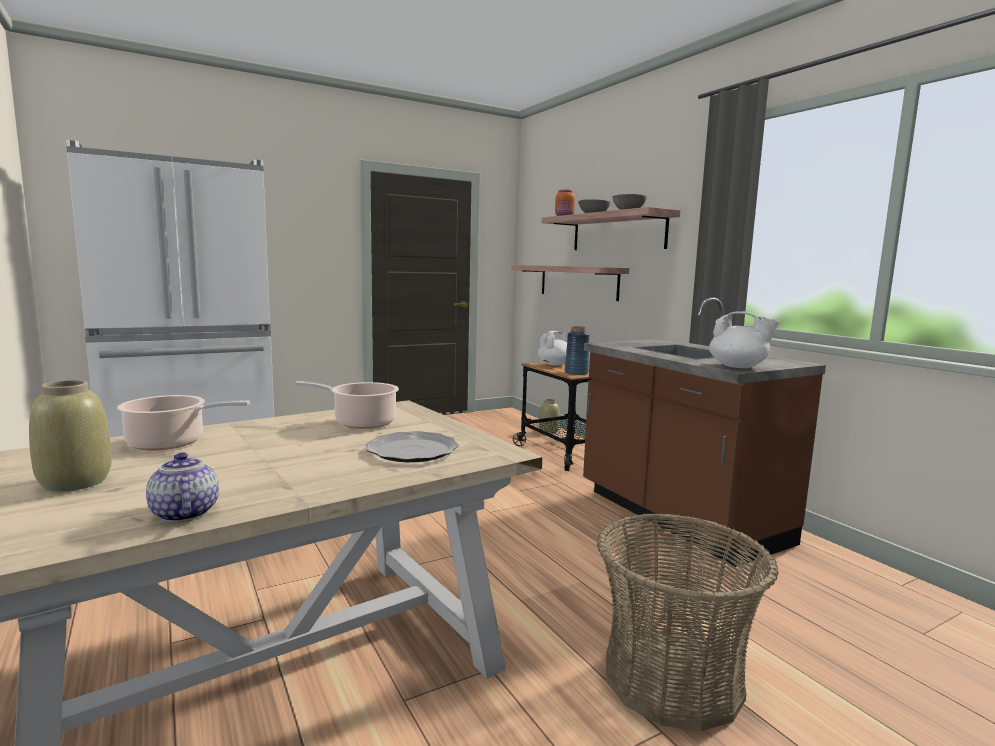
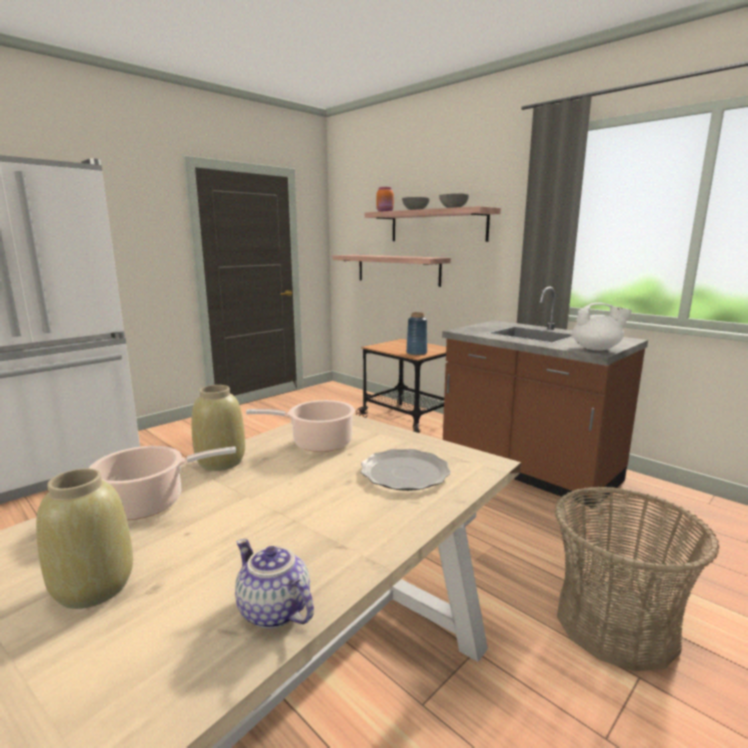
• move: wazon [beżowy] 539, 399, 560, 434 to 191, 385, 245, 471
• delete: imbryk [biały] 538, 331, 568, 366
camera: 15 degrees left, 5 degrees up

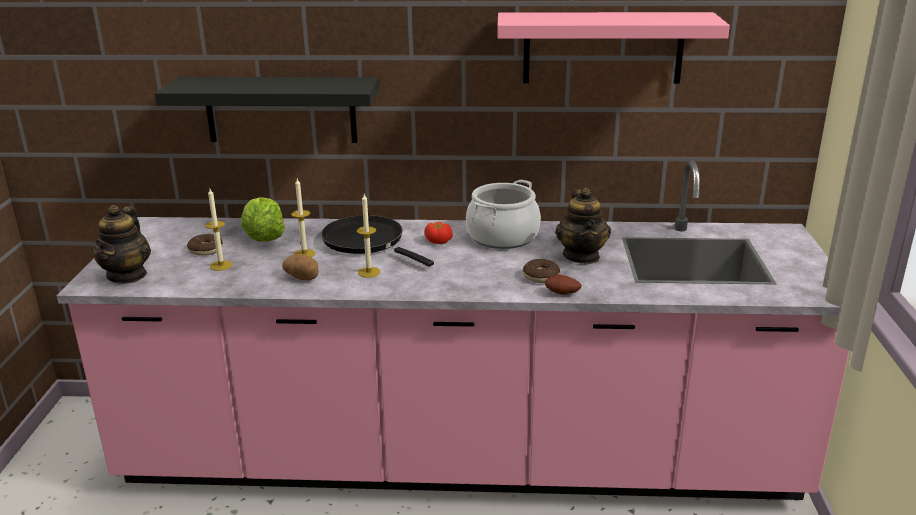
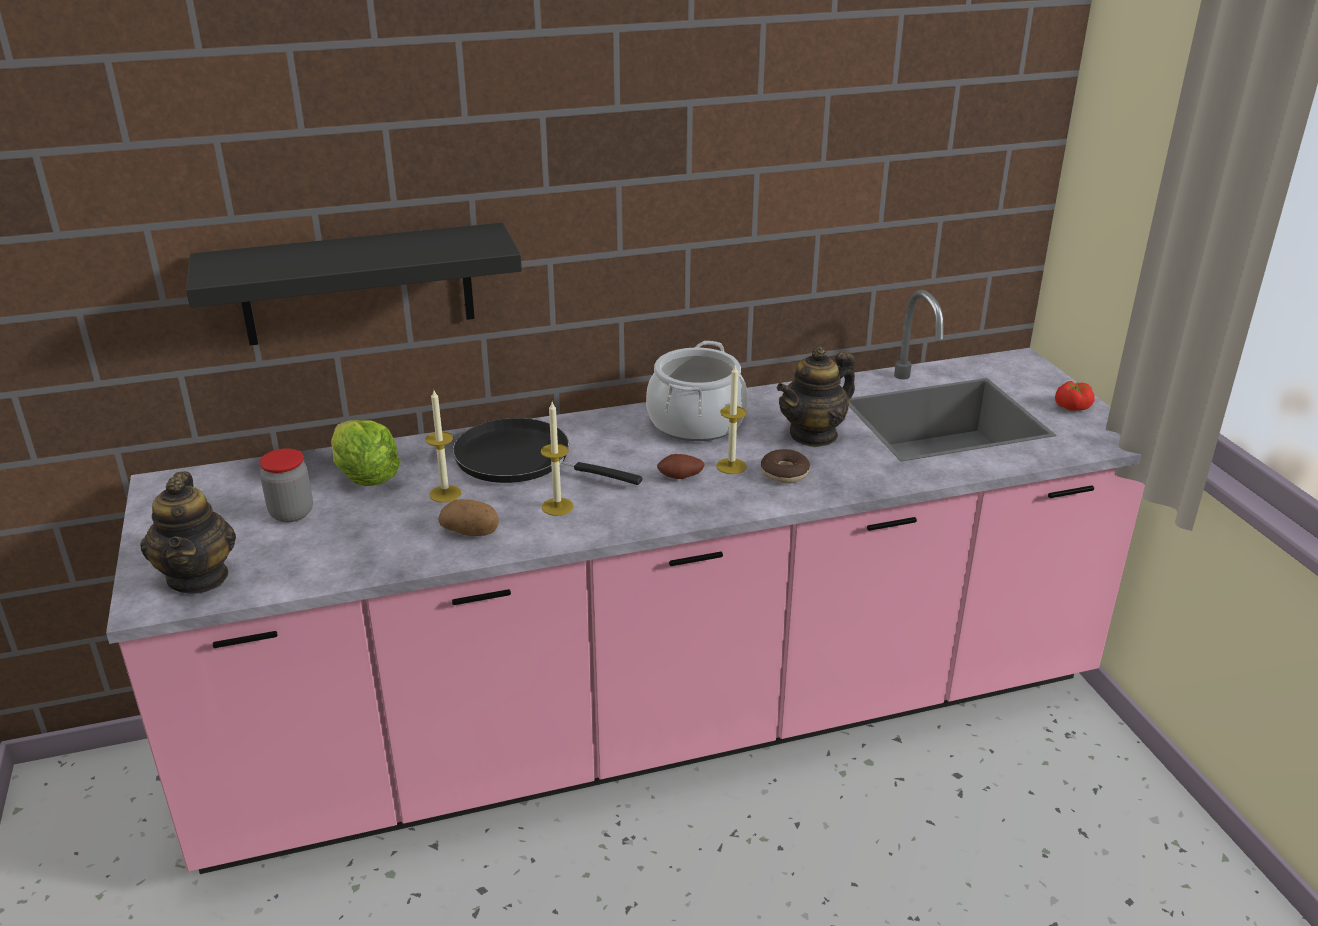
• replace: donut 187, 234, 223, 256 to słoik 259, 448, 313, 522
• move: ziemniak 544, 275, 582, 295 to 657, 454, 705, 479
• move: świeca 205, 189, 233, 271 to 716, 365, 747, 474
• rotate: imbryk 555, 188, 611, 264 = 777, 346, 855, 447 75 degrees clockwise
• move: pomidor 424, 222, 453, 244 to 1055, 381, 1095, 411
• delete: półka [różowy] 497, 12, 730, 84
camera: 20 degrees left, 5 degrees up

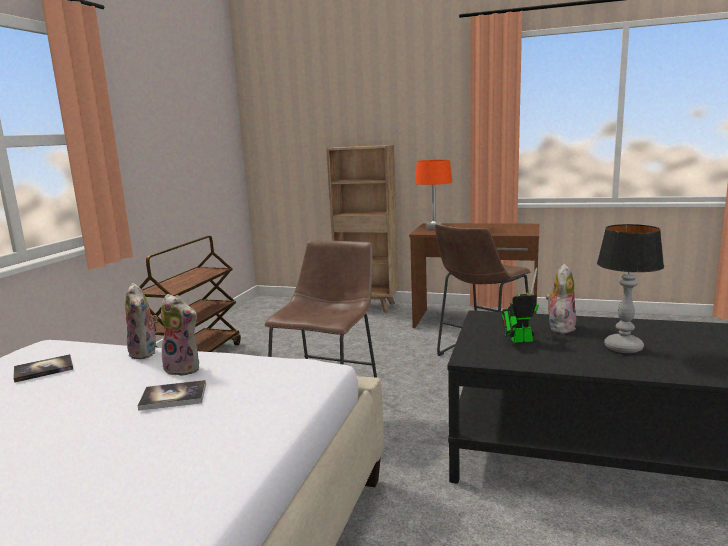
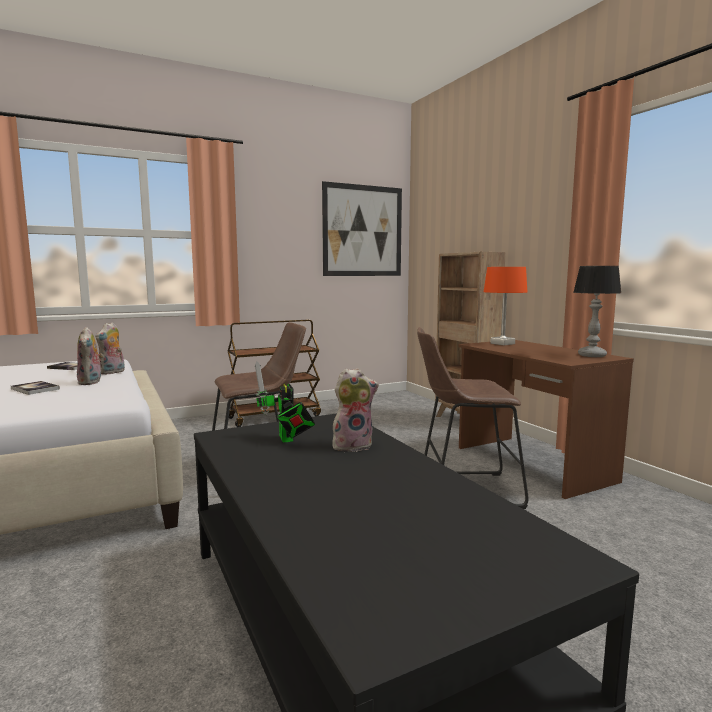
• rotate: robot zabawkowy 502, 267, 539, 343 = 255, 362, 315, 443 150 degrees counterclockwise
• insert: obraz 322, 181, 402, 276
• move: lampa stołowa 597, 224, 664, 353 to 573, 266, 621, 357
camera: 45 degrees right, 5 degrees down

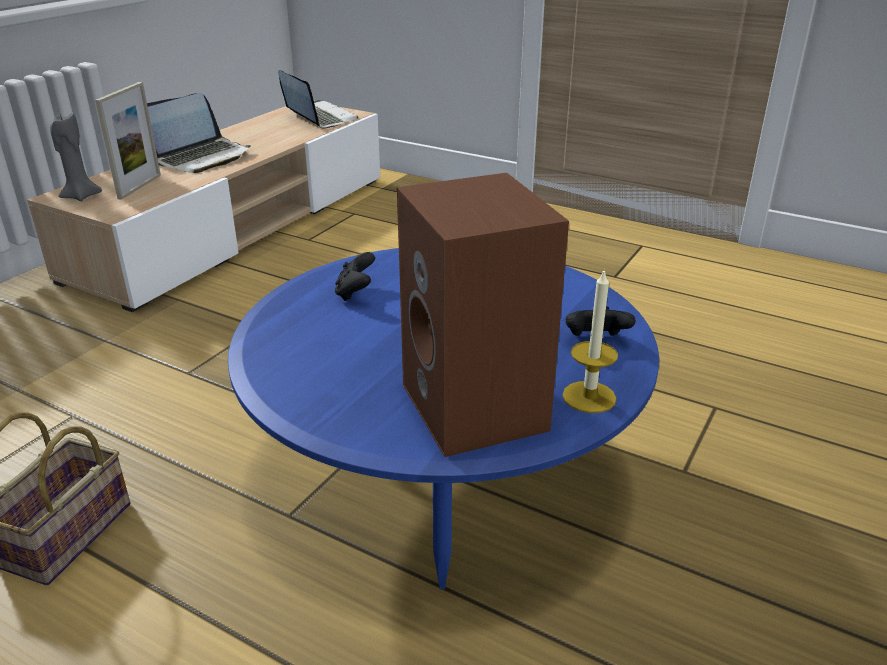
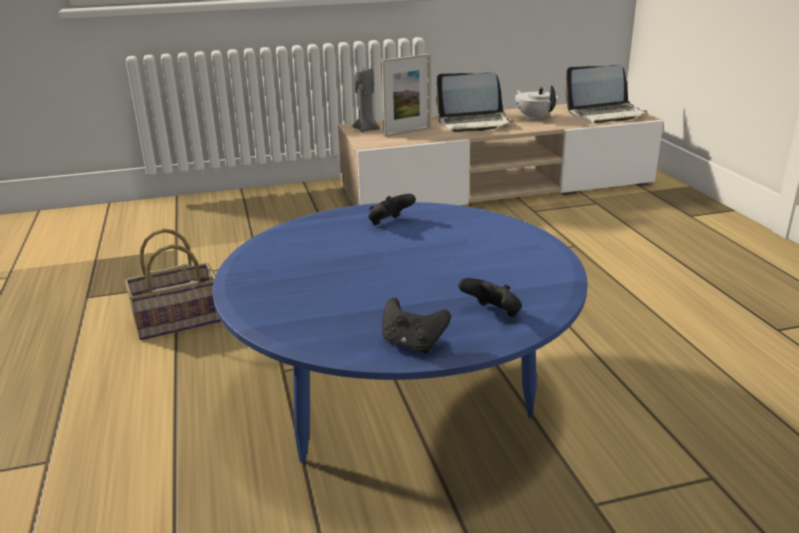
• replace: świeca 562, 268, 618, 413 to pad do gier [czarny] 382, 298, 451, 354
• insert: imbryk [biały] 515, 85, 558, 120
• rotate: laptop 278, 70, 358, 129 = 565, 65, 647, 123 75 degrees clockwise
• delete: głośnik [brązowy] 397, 173, 569, 457
camera: 45 degrees right, 5 degrees down

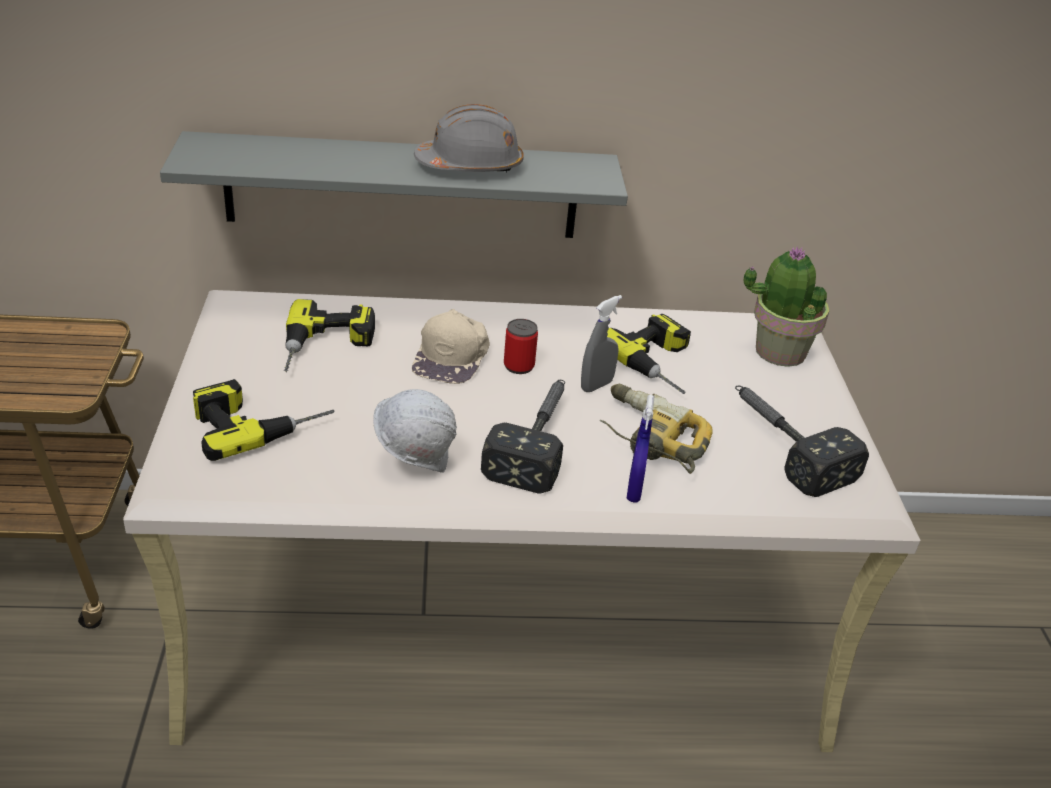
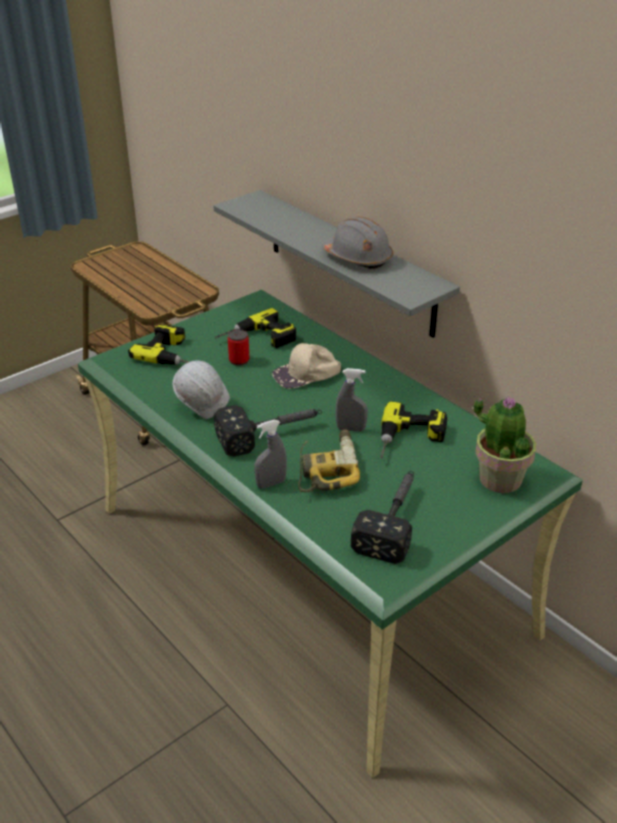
• recolor: biurko [beżowy] 123, 290, 921, 752 to biurko [zielony] 78, 290, 583, 778
• move: puszka 504, 319, 538, 374 to 228, 329, 250, 366
• recolor: spryskiwacz [niebieski] 626, 395, 654, 503 to spryskiwacz [szary] 255, 420, 287, 489
camera: 55 degrees right, 0 degrees up

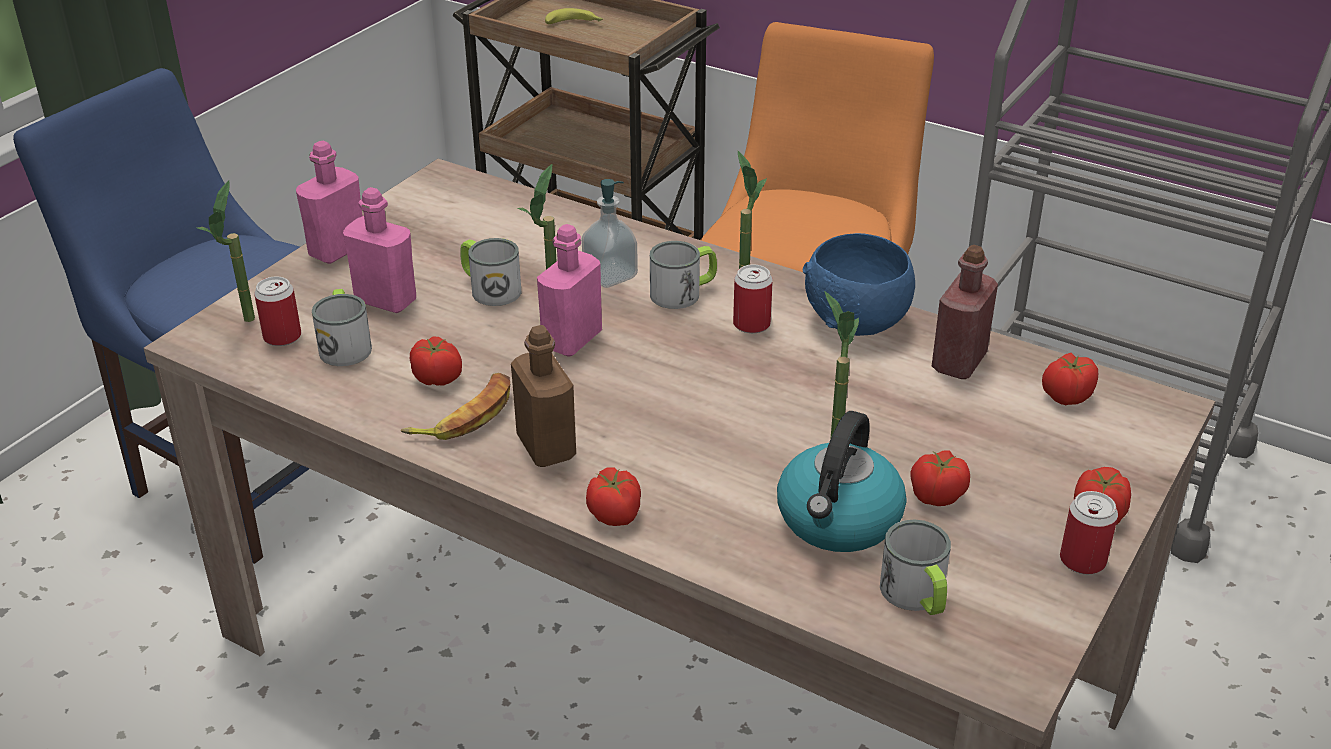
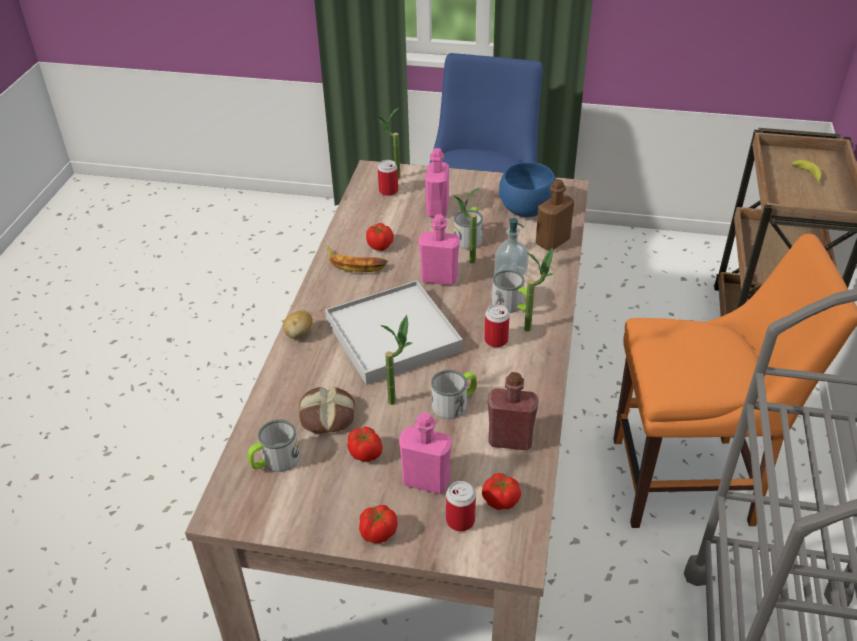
• replace: pomidor 586, 467, 641, 526 to ziemniak 283, 310, 313, 339
• replace: czajnik 777, 411, 906, 552 to chleb 299, 387, 355, 434
• insert: taca [biały] 325, 280, 463, 385
• move: butelka [różowy] 296, 141, 363, 264 to 399, 412, 452, 494
• move: kubek 312, 289, 372, 366 to 431, 370, 477, 419
• move: puszka 1060, 491, 1118, 574 to 446, 481, 476, 531
• move: miska [niebieski] 803, 233, 915, 336 to 499, 162, 556, 217
• move: butelka [brązowy] 511, 325, 576, 467 to 536, 179, 574, 251
camera: 70 degrees right, 5 degrees up

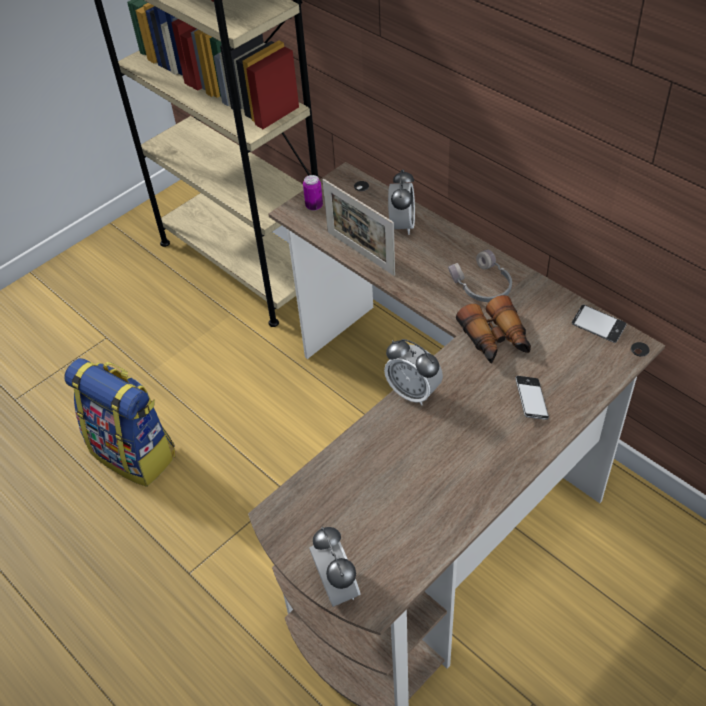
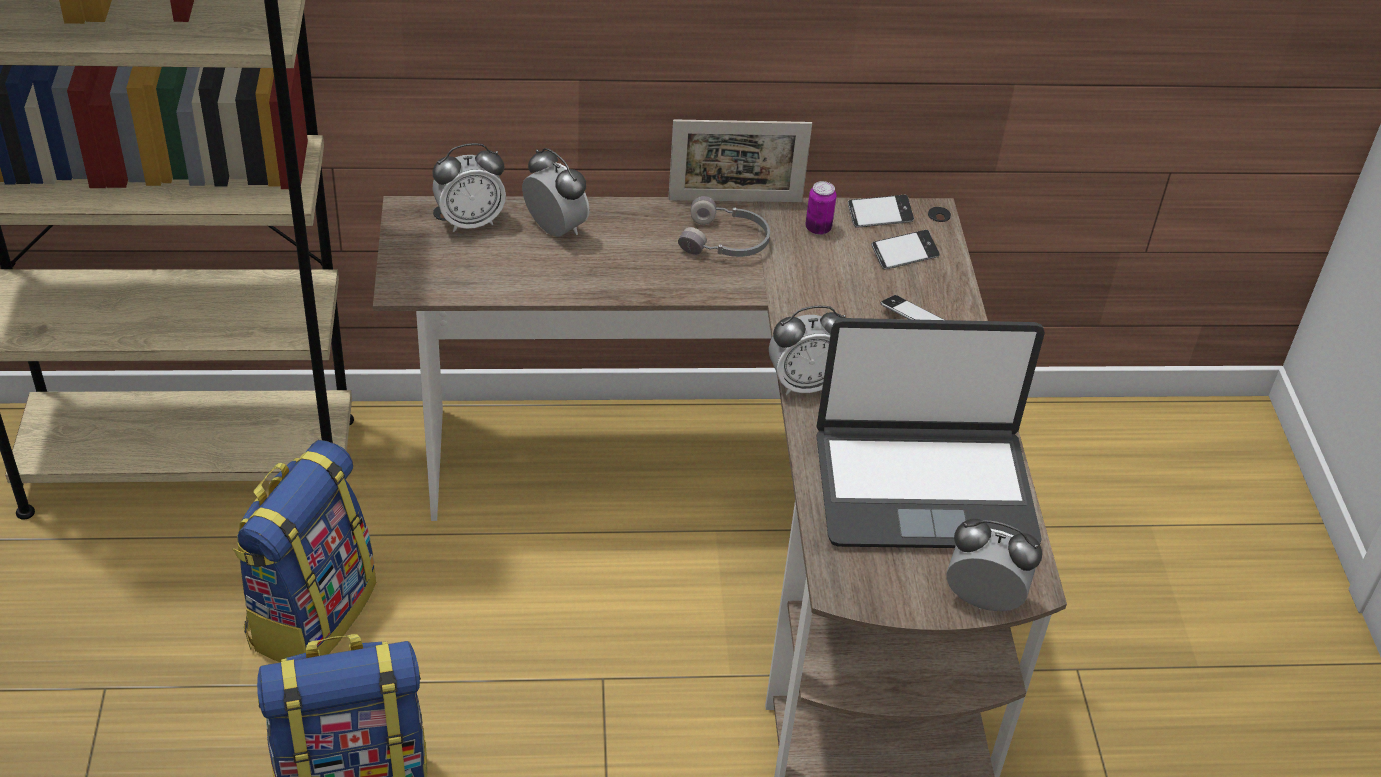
• insert: plecak 232, 440, 376, 662
• insert: budzik 432, 143, 506, 232
• move: ramka na zdjęcie 323, 179, 395, 276 to 668, 119, 812, 202
• move: puszka 303, 175, 323, 211 to 805, 181, 837, 235
• insert: laptop 816, 318, 1045, 548
• insert: telefon 871, 230, 940, 270
• delete: lornetka 456, 295, 531, 364
camera: 55 degrees left, 5 degrees down

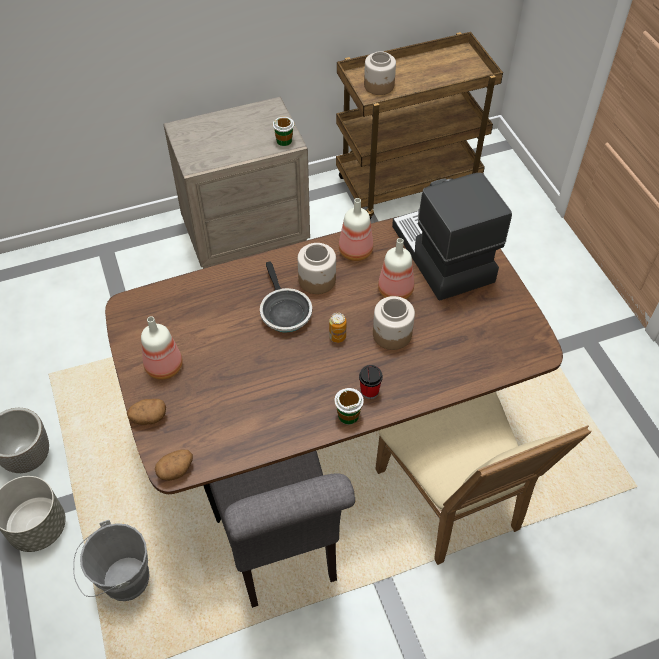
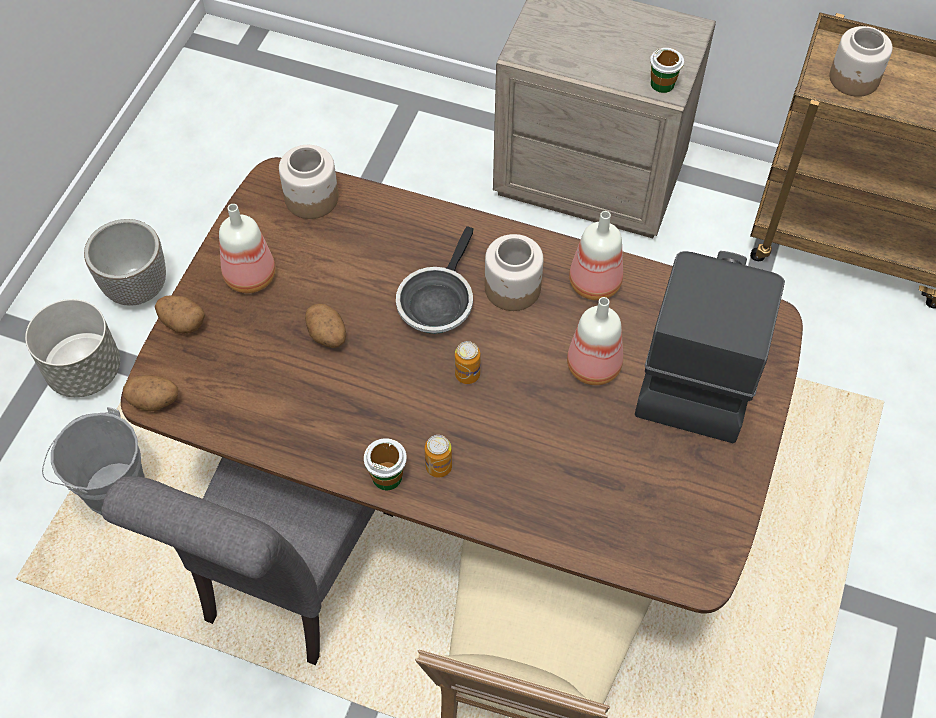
• move: słoik 373, 296, 415, 350 to 279, 145, 338, 219
• insert: ziemniak 305, 304, 346, 348
• replace: filiżanka 359, 365, 383, 399 to puszka 425, 435, 452, 478
camera: 40 degrees right, 5 degrees up

